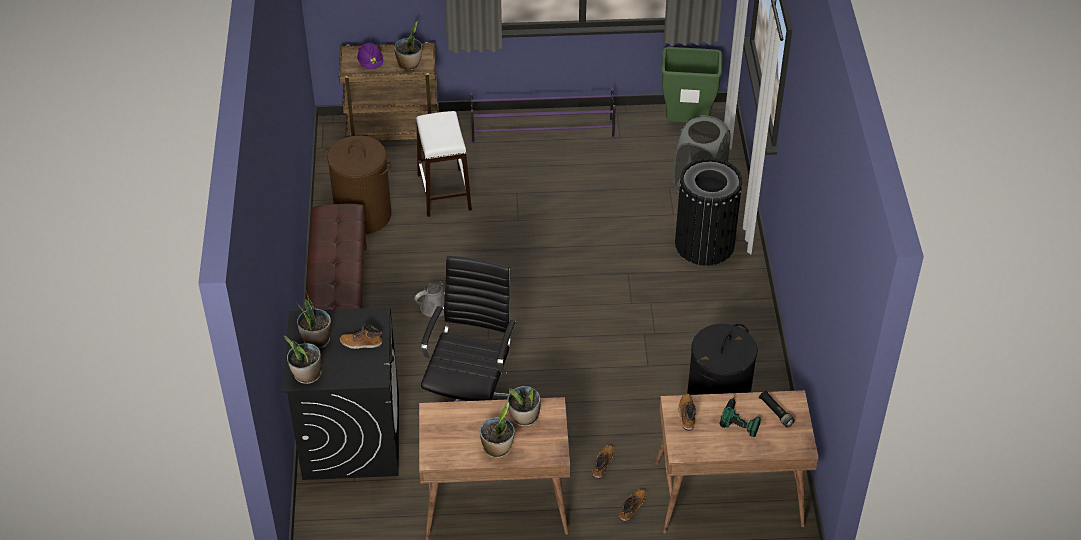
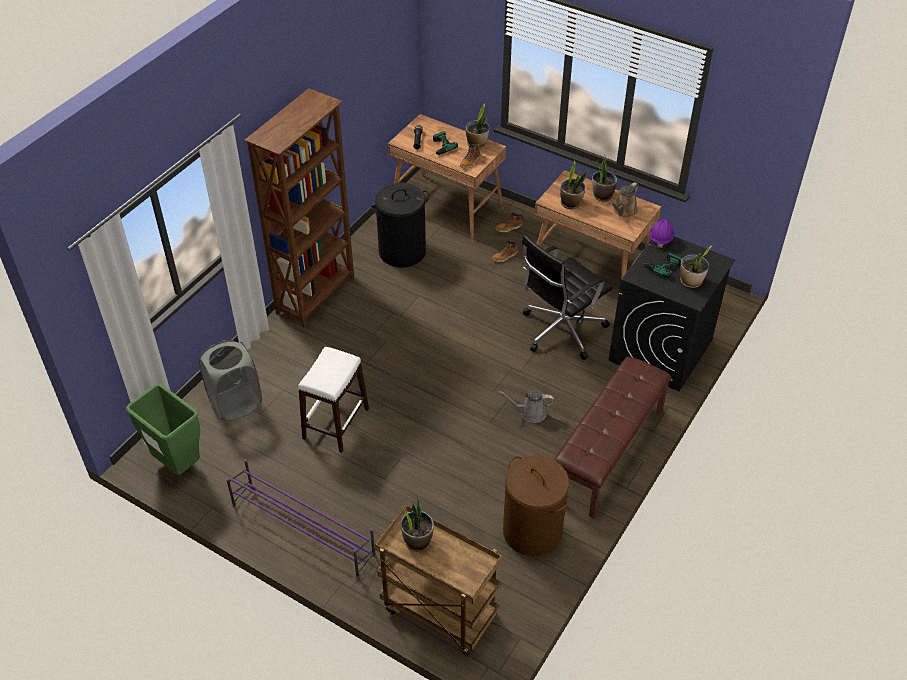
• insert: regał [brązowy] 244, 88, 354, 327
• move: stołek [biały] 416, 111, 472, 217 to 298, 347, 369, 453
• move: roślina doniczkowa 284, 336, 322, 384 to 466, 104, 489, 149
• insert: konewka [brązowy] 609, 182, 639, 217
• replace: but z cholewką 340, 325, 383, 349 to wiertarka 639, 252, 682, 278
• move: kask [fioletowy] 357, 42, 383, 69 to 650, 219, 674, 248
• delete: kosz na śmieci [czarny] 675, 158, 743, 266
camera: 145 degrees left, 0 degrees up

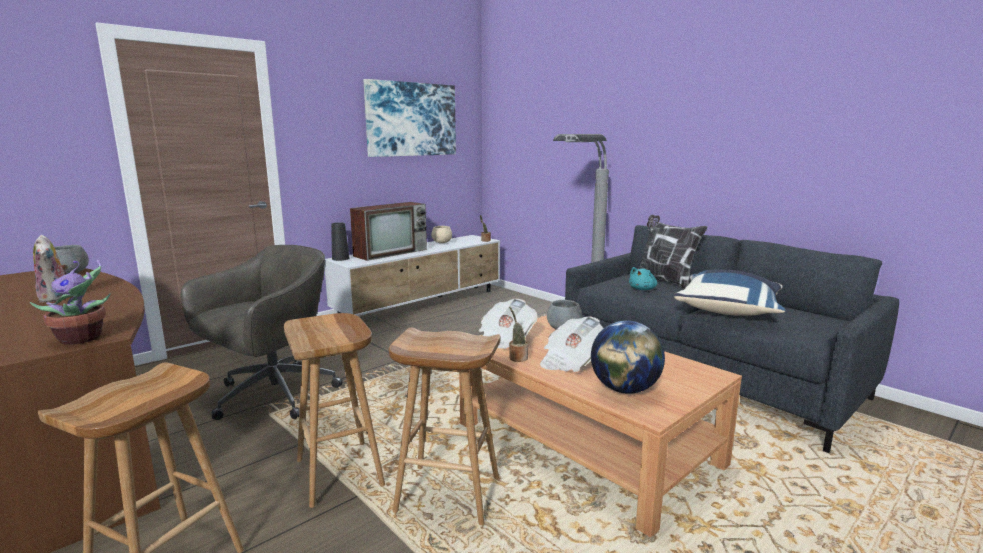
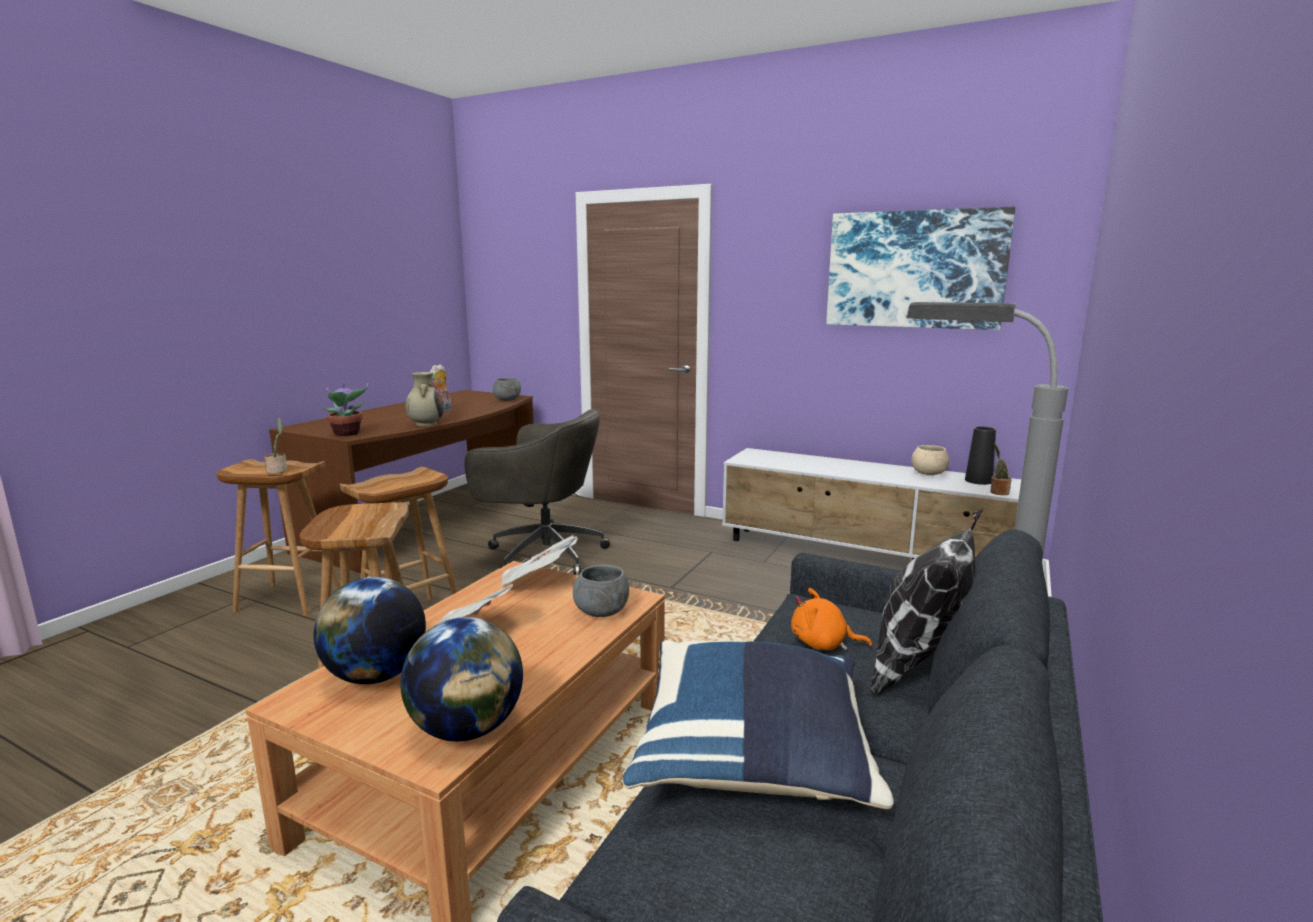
• move: roślina doniczkowa 509, 307, 528, 362 to 264, 418, 287, 474
• insert: globus 400, 617, 523, 741
• insert: wazon [beżowy] 405, 372, 444, 427
• recolor: pluszak [turkusowy] 629, 267, 657, 290 to pluszak [pomarańczowy] 791, 588, 872, 651
• move: wazon [czarny] 331, 222, 349, 261 to 965, 426, 996, 485
• delete: telewizor 350, 202, 427, 261
camera: 70 degrees right, 0 degrees up

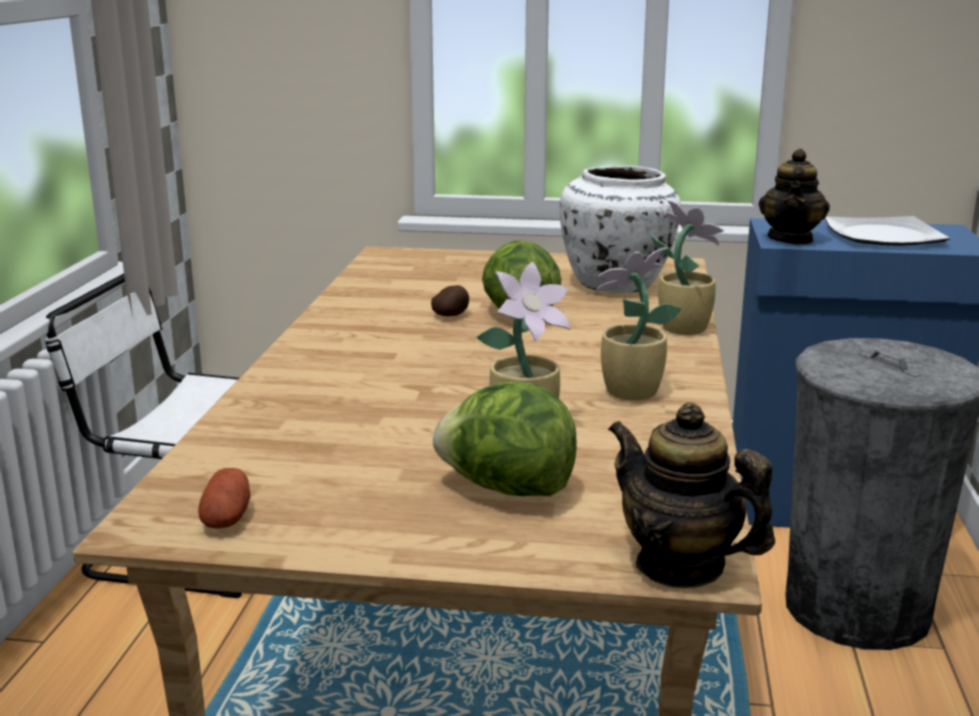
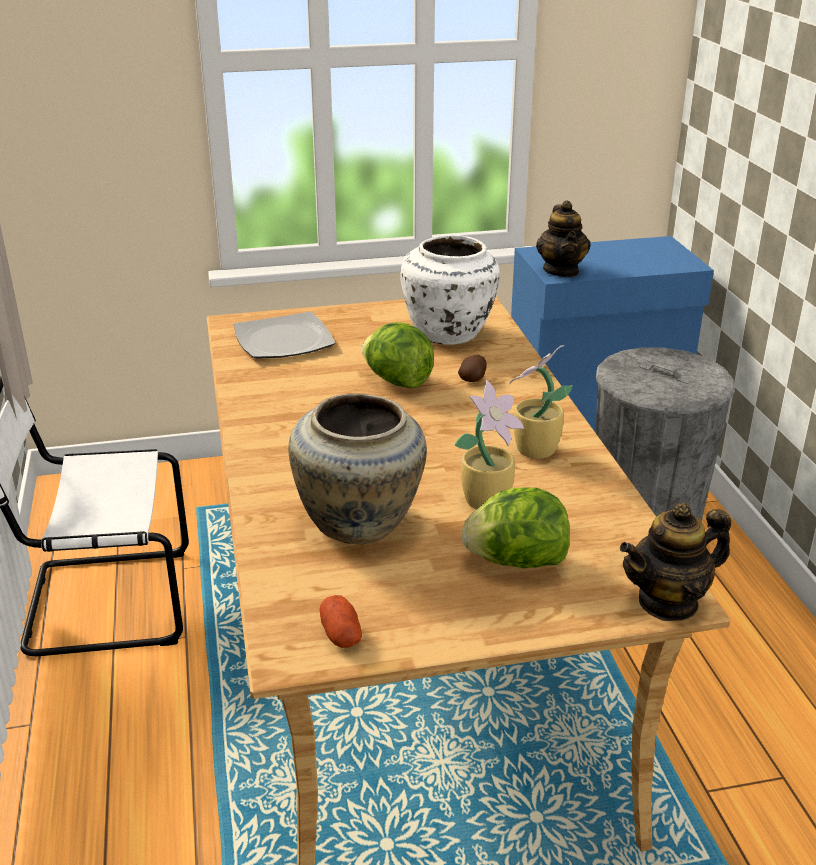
• move: talerz 825, 216, 950, 246 to 234, 312, 335, 359
• insert: wazon [beżowy] 288, 393, 427, 544
• move: ziemniak 431, 285, 469, 316 to 458, 355, 487, 382
• rotate: imbryk 608, 402, 775, 588 = 620, 503, 731, 621 45 degrees counterclockwise
• delete: roślina doniczkowa 651, 200, 724, 335
camera: 20 degrees left, 10 degrees up

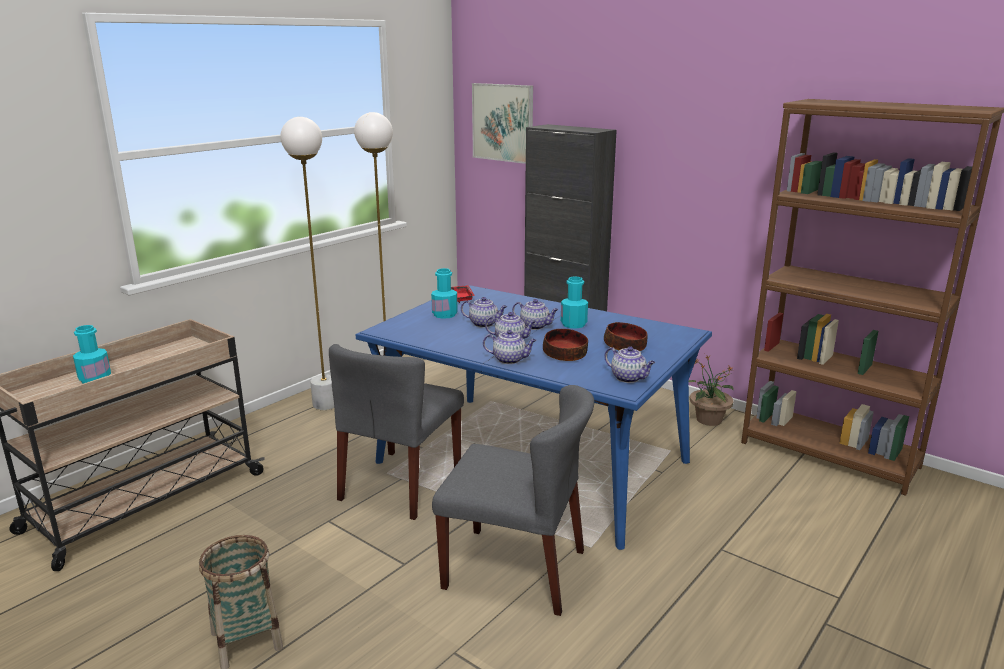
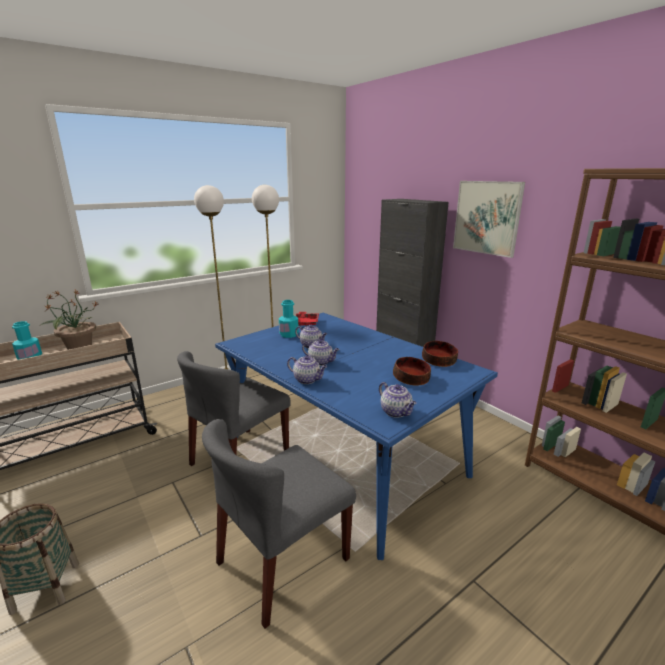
• move: roślina doniczkowa 689, 354, 733, 426 to 39, 290, 99, 350
• rotate: krzesło [szary] 432, 385, 594, 616 = 202, 419, 356, 629 105 degrees clockwise
• move: miska 543, 329, 588, 361 to 422, 341, 458, 367
• move: obraz 472, 83, 533, 164 to 453, 181, 525, 258
• delete: imbryk 512, 299, 559, 330
• delete: butelka [turkusowy] 561, 277, 588, 329
camera: 15 degrees right, 0 degrees up

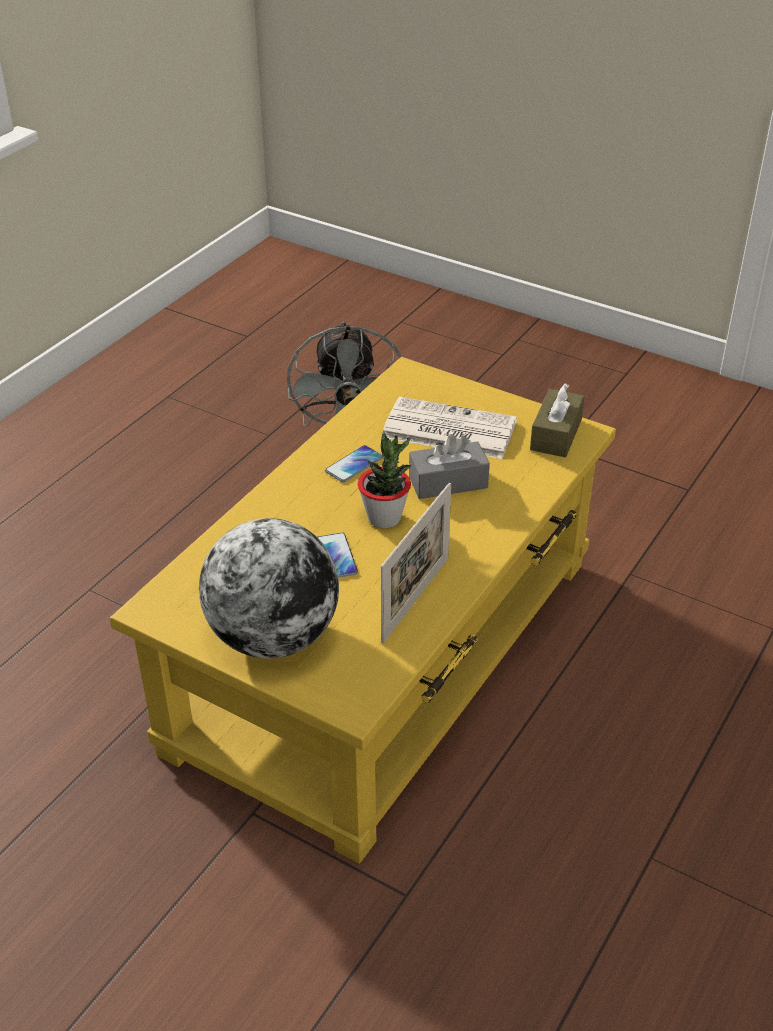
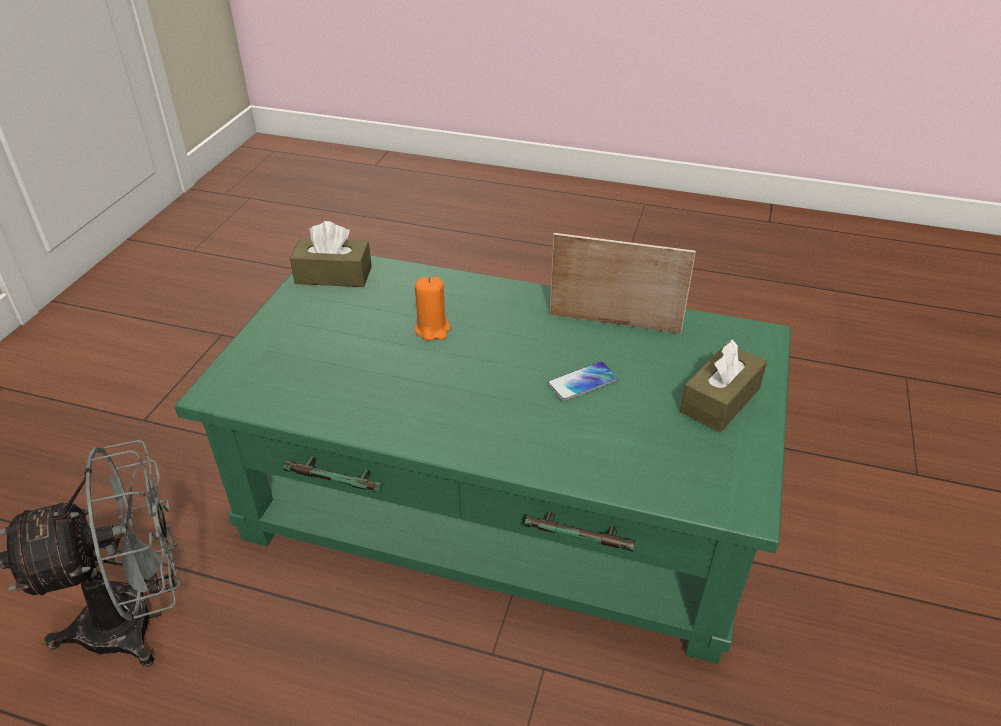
• recolor: ława [żółty] 110, 357, 616, 864 to ława [zielony] 174, 255, 791, 664
• replace: pudełko chusteczek [szary] 409, 434, 490, 499 to świeca [pomarańczowy] 415, 276, 450, 341
• replace: globus 199, 518, 339, 658 to pudełko chusteczek [brązowy] 680, 340, 767, 432
• delete: telefon 325, 445, 383, 482
• delete: roślina doniczkowa 358, 432, 412, 528
• delete: gazeta 383, 397, 517, 459
camera: 105 degrees left, 0 degrees up

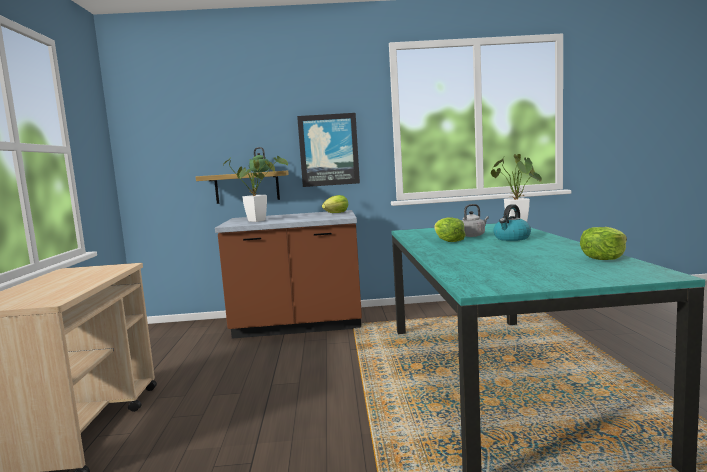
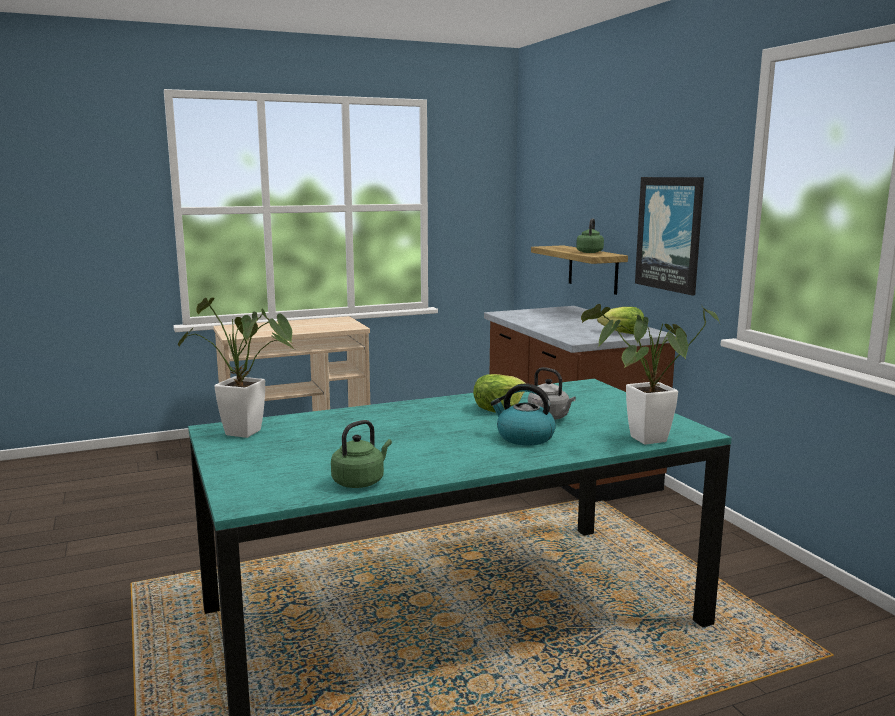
• move: roślina doniczkowa 223, 156, 288, 222 to 178, 298, 295, 438
• replace: sałata 580, 227, 627, 260 to czajnik [zielony] 331, 420, 392, 488
camera: 70 degrees right, 5 degrees up

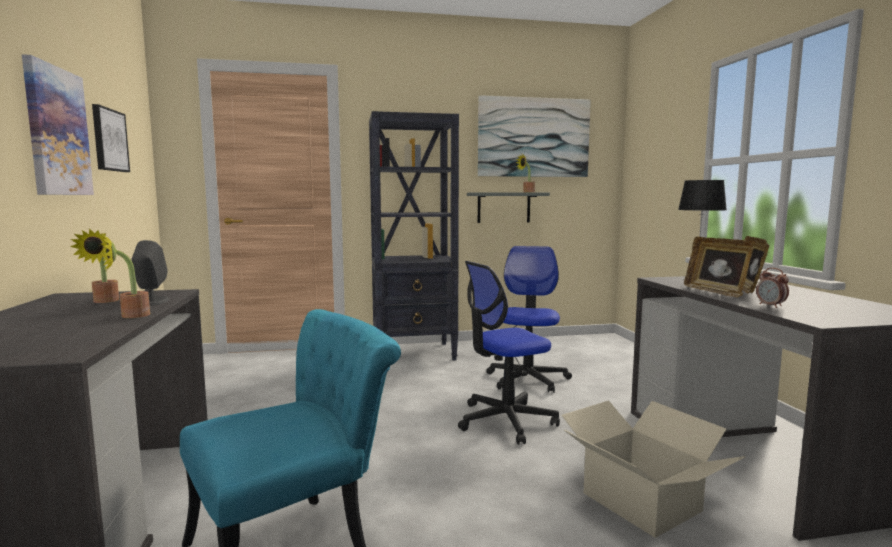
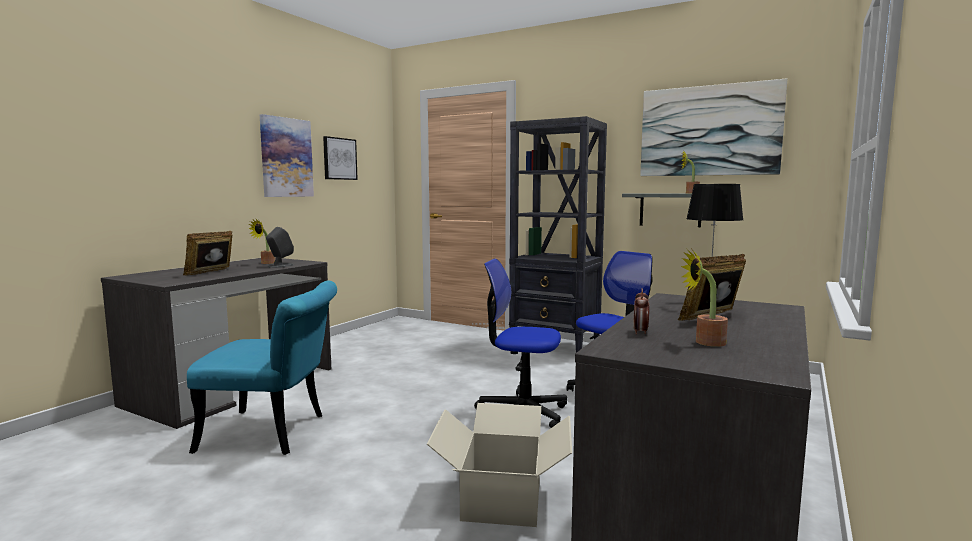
• move: ramka na zdjęcie 684, 237, 753, 297 to 183, 231, 232, 275
• move: roślina doniczkowa 100, 235, 150, 318 to 681, 250, 728, 347
camera: 40 degrees right, 0 degrees up

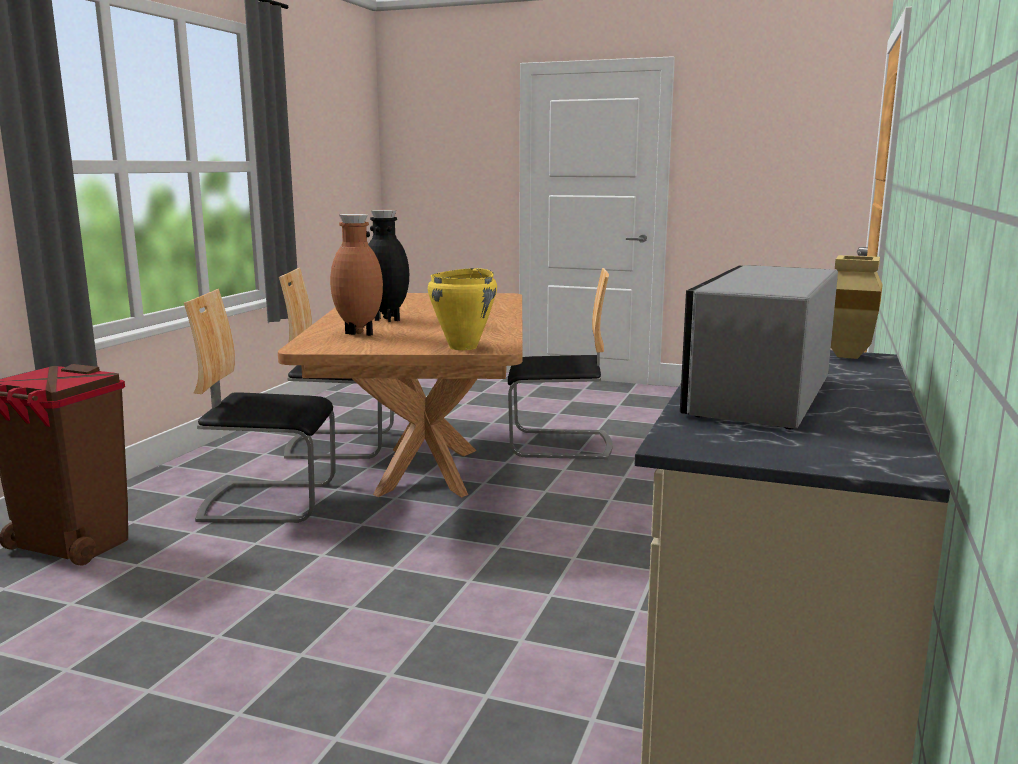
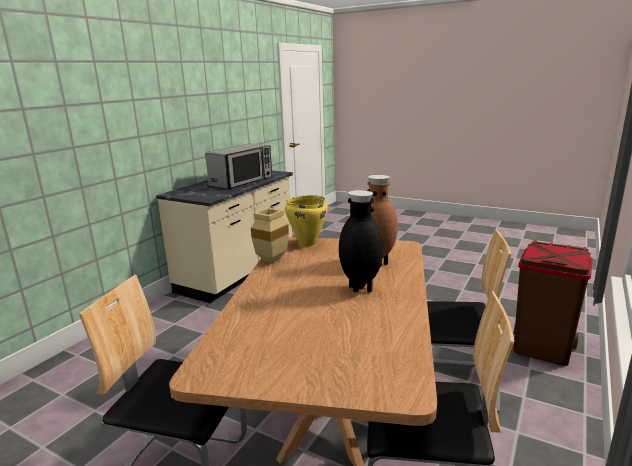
• move: wazon [beżowy] 831, 255, 883, 359 to 251, 208, 289, 263
camera: 170 degrees left, 5 degrees up

